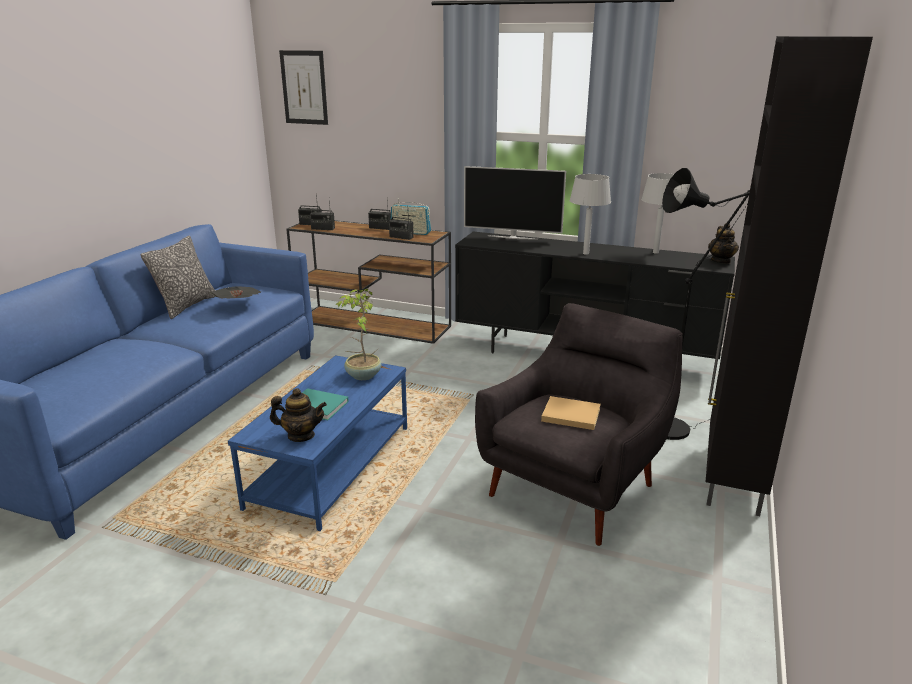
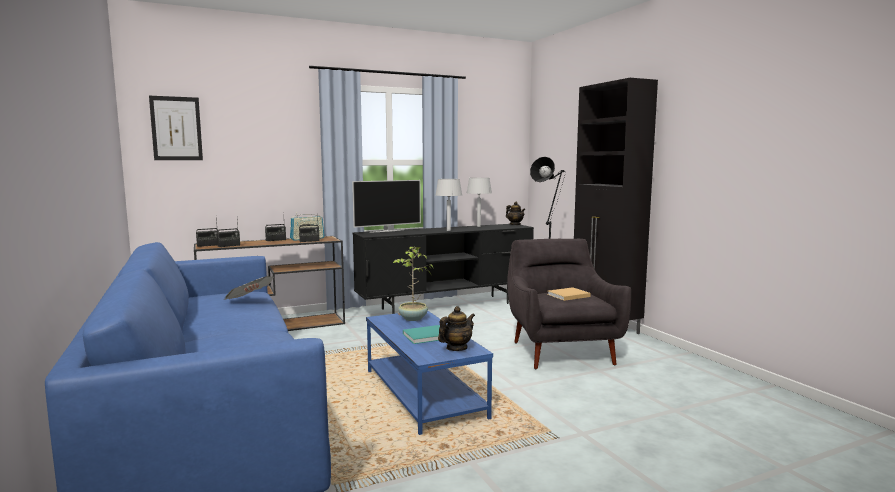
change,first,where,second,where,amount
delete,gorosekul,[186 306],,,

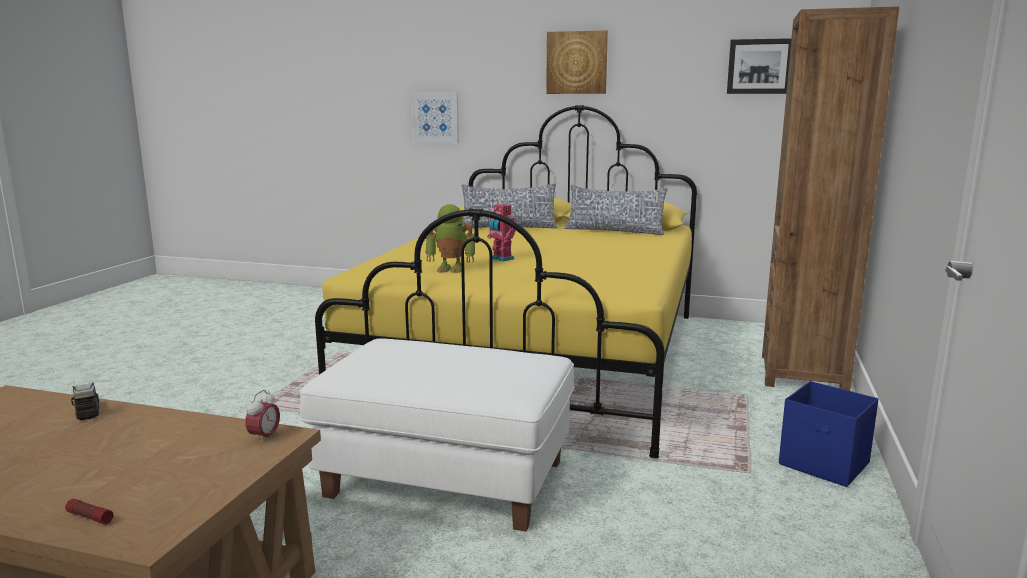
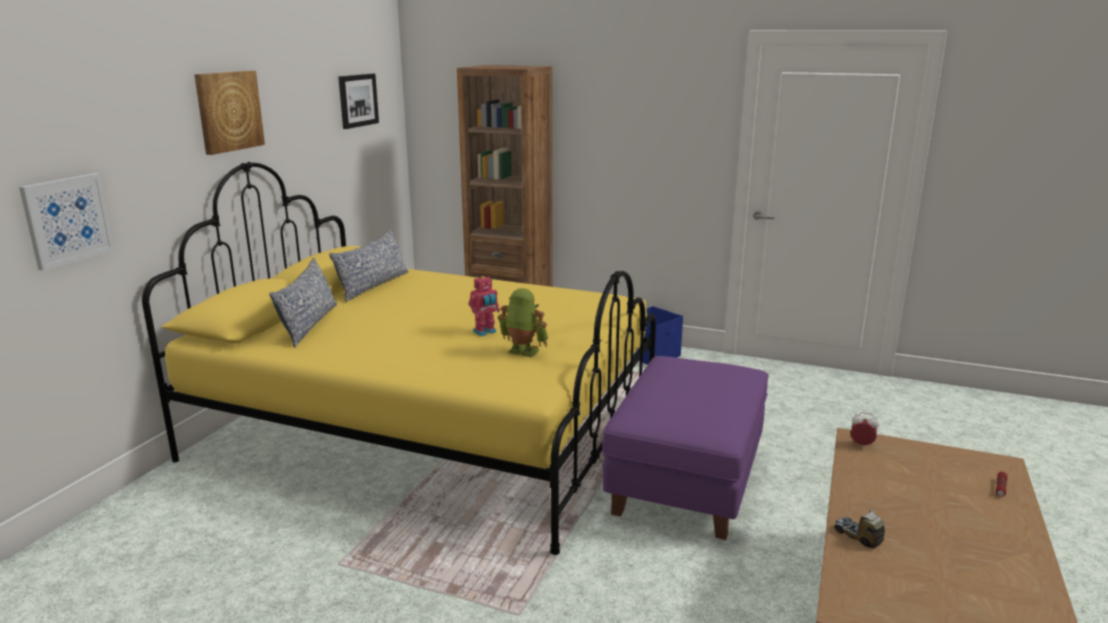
change,first,where,second,where,amount
rotate,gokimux,[451 269],,[522 352],75 degrees counterclockwise
recolor,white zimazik,[448 478],purple zimazik,[686 480],
rotate,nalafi,[87 411],,[857 536],75 degrees clockwise

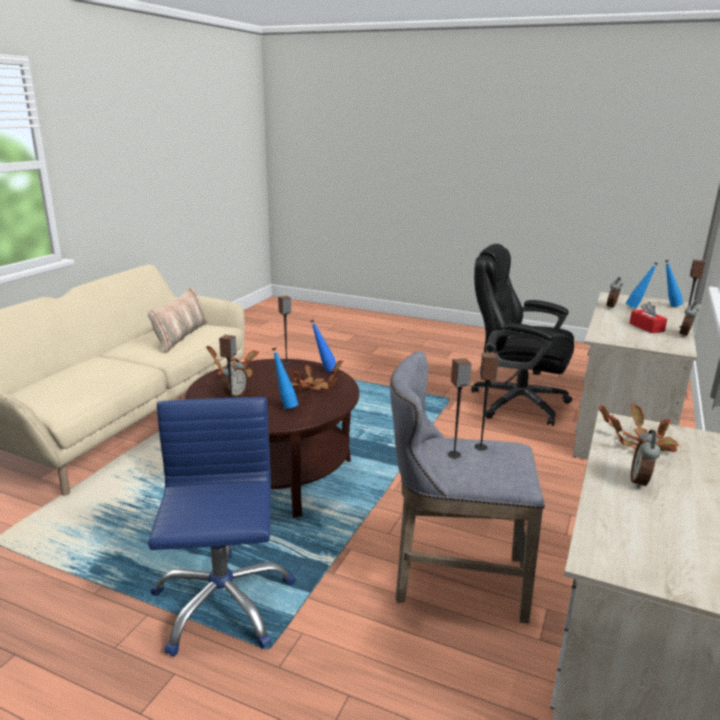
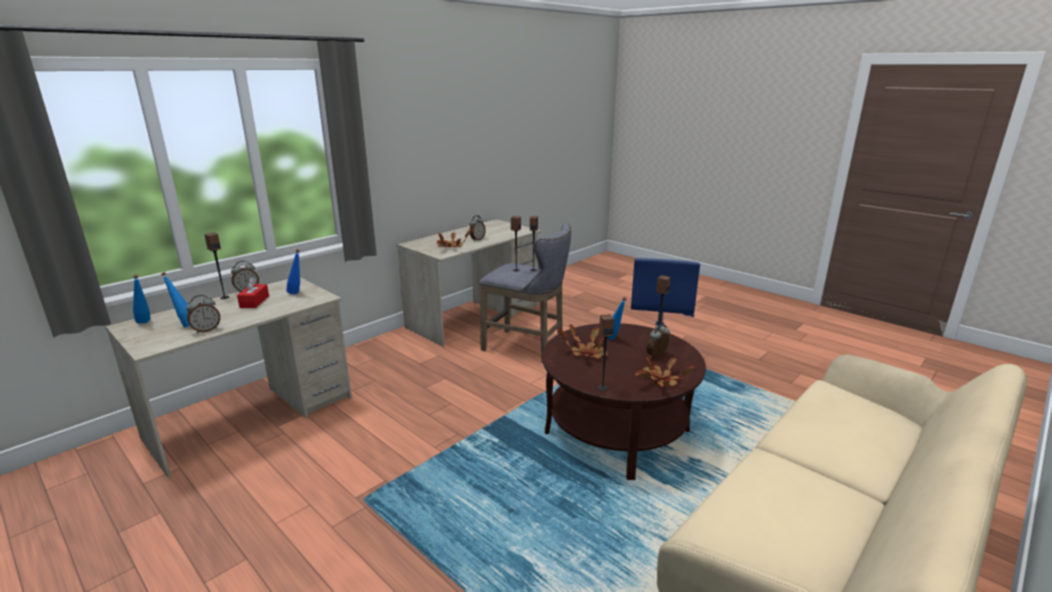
change,first,where,second,where,amount
move,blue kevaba,[324 370],,[297 294],
delete,gorosekul,[181 336],,,
delete,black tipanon,[516 402],,,

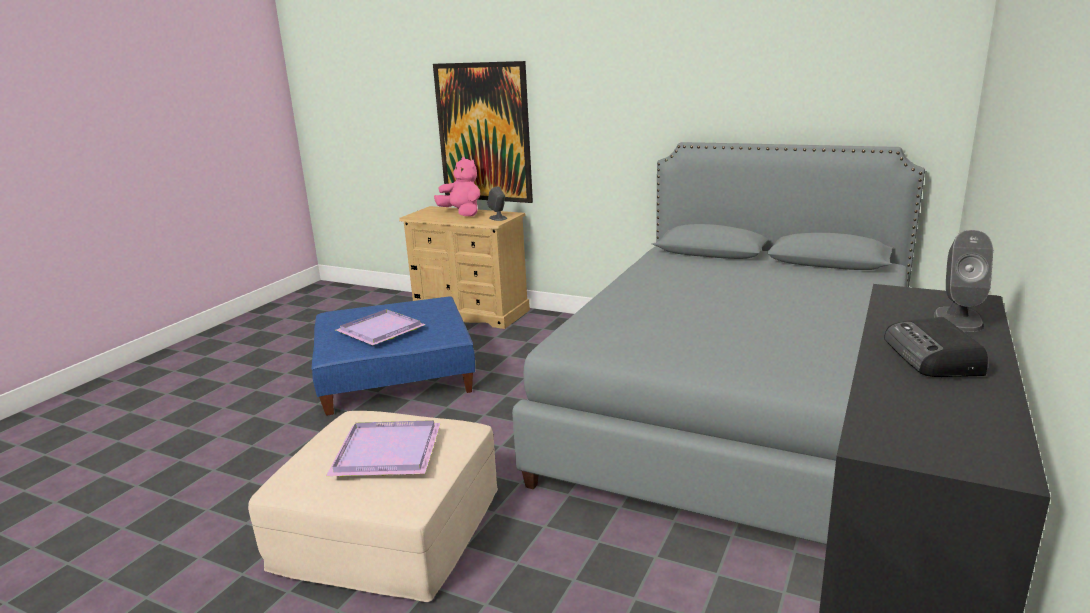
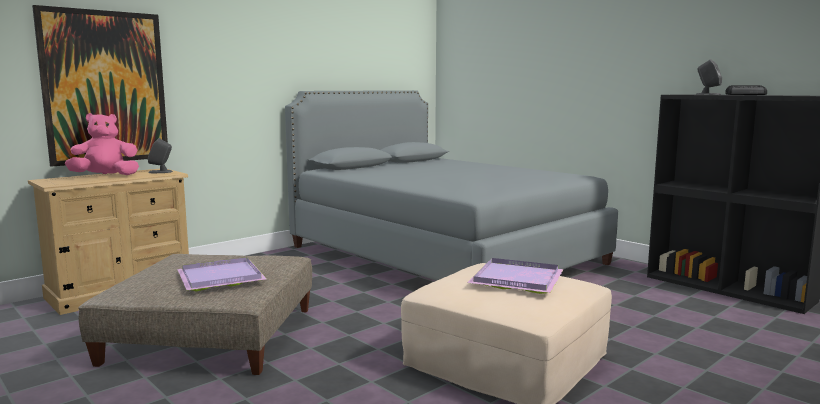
change,first,where,second,where,amount
recolor,blue zimazik,[395 374],beige zimazik,[212 335],

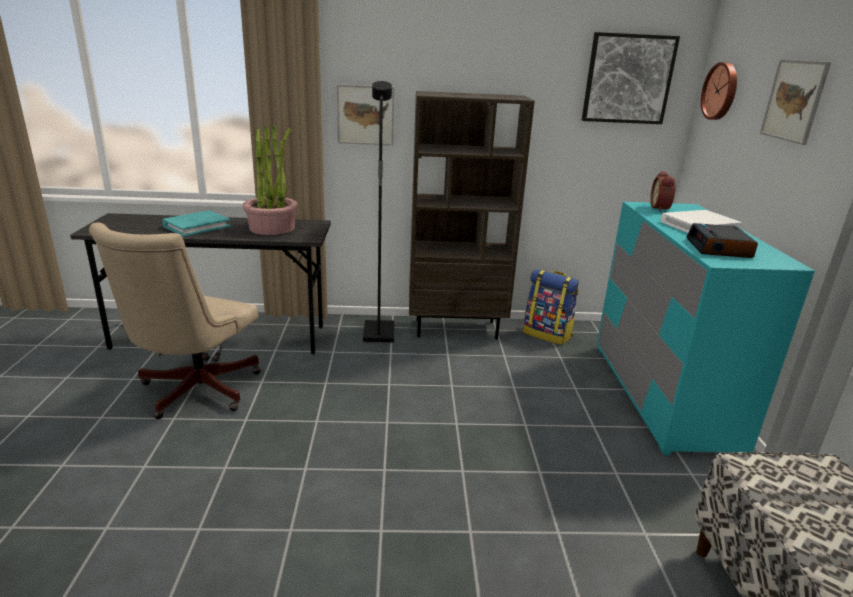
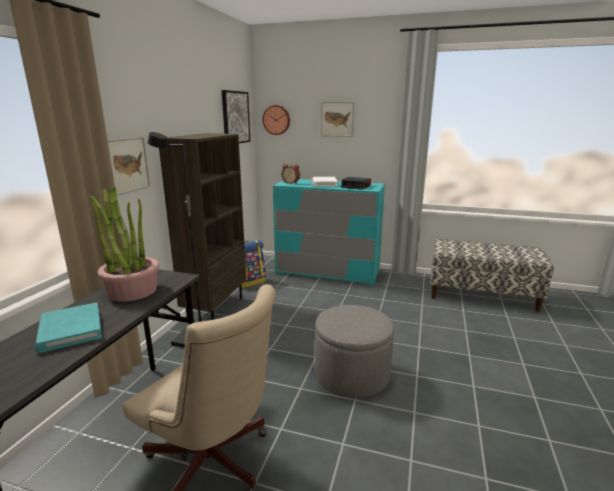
change,first,where,second,where,amount
insert,,,grey zimazik,[352 374],

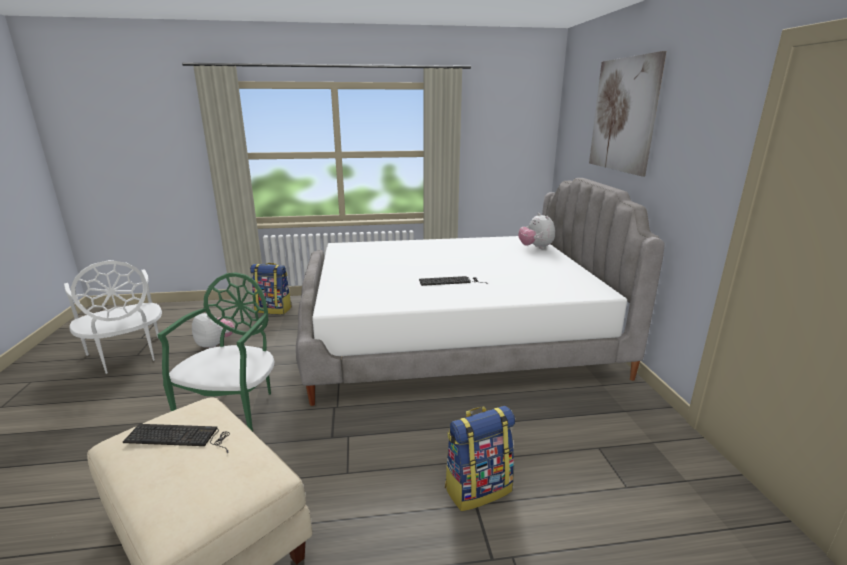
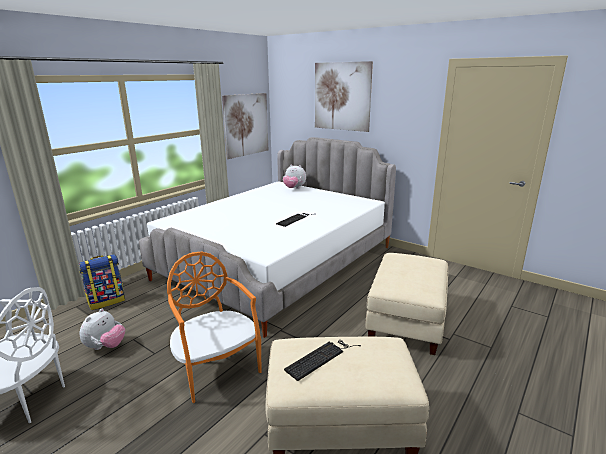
change,first,where,second,where,amount
rotate,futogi,[215 345],,[105 346],120 degrees clockwise
recolor,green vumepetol,[233 408],orange vumepetol,[216 368],
insert,,,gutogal,[246 125],
replace,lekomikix,[478 488],beige zimazik,[405 320],

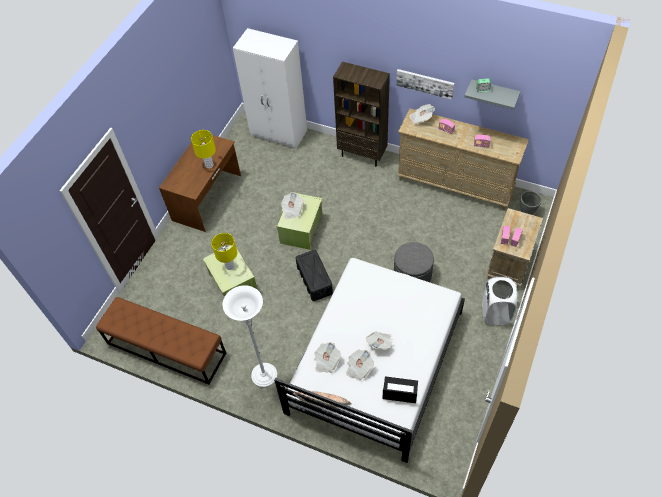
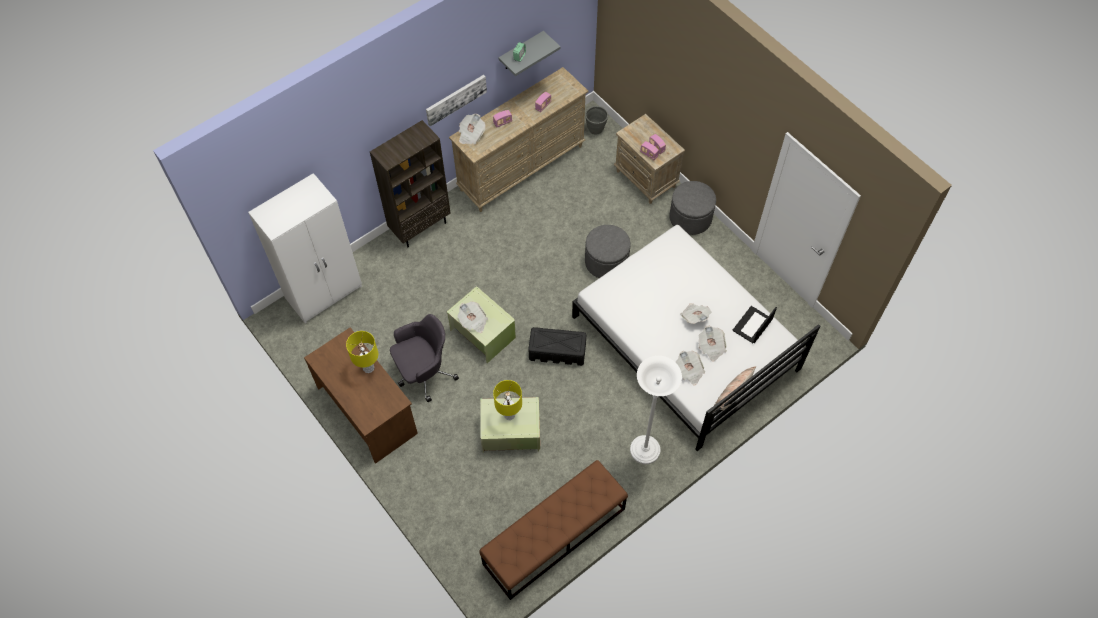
change,first,where,second,where,amount
insert,,,grey tipanon,[424 372],
replace,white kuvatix,[495 312],grey zimazik,[690 218],

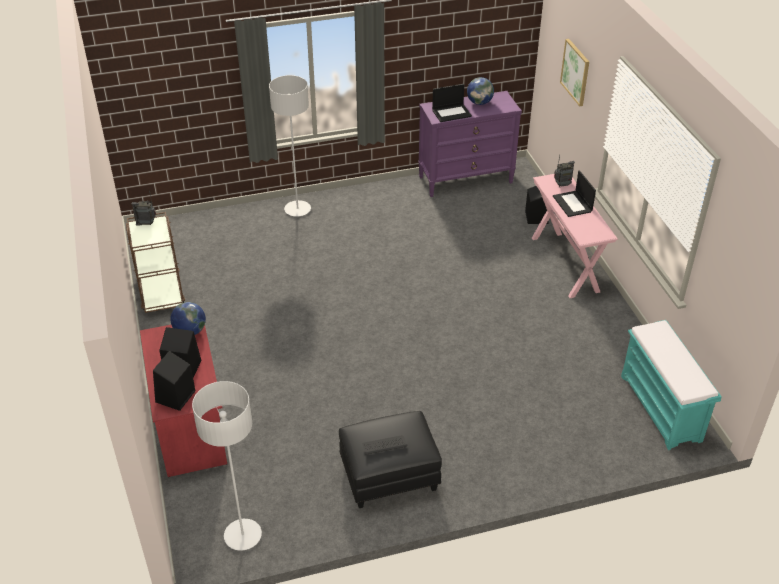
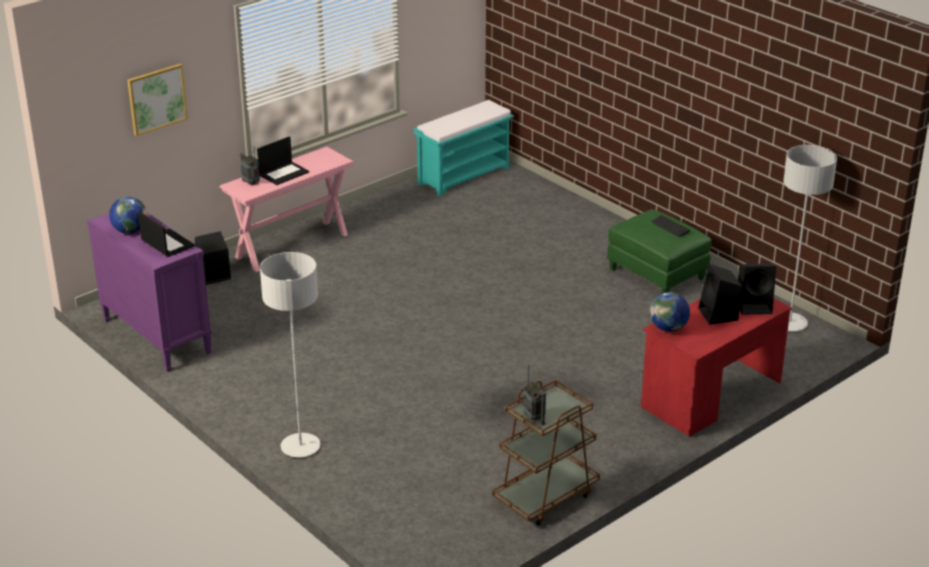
change,first,where,second,where,amount
recolor,black zimazik,[388 476],green zimazik,[658 274],

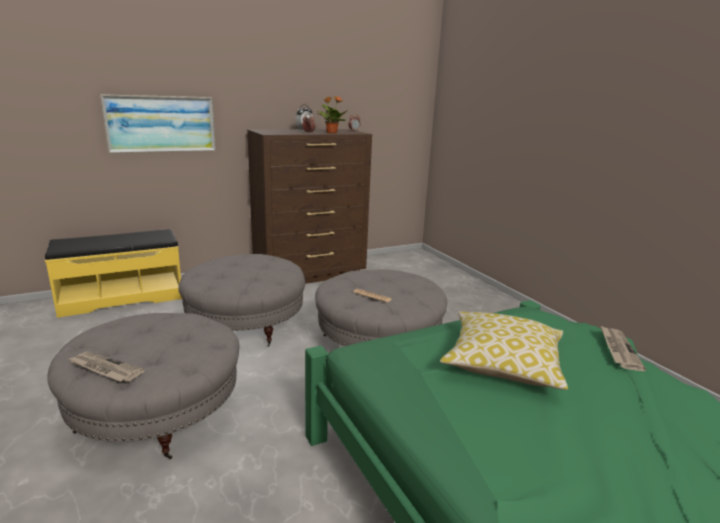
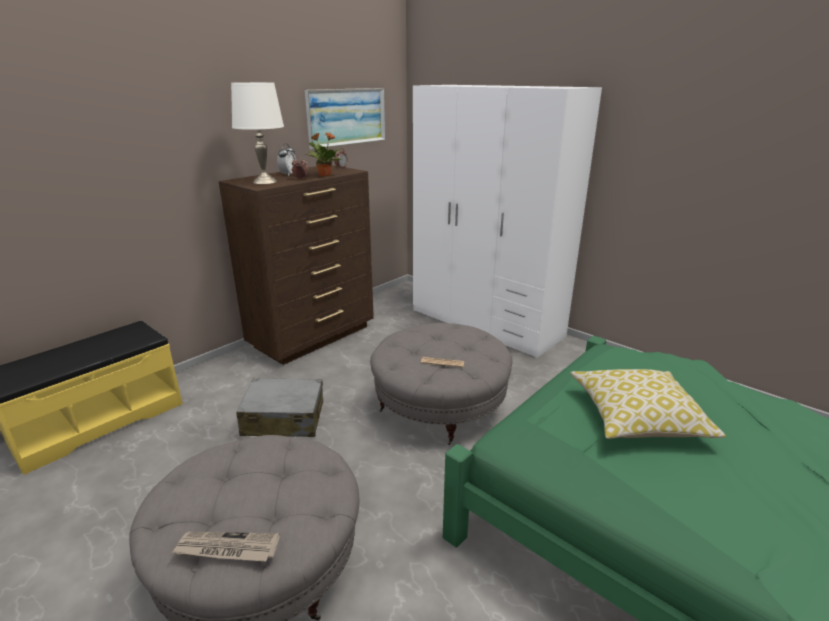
change,first,where,second,where,amount
insert,,,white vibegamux,[265 181],
replace,grey zimazik,[245 324],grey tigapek,[283 419],
move,gutogal,[161 124],,[347 117],
insert,,,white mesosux,[486 323],
delete,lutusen,[618 349],,,

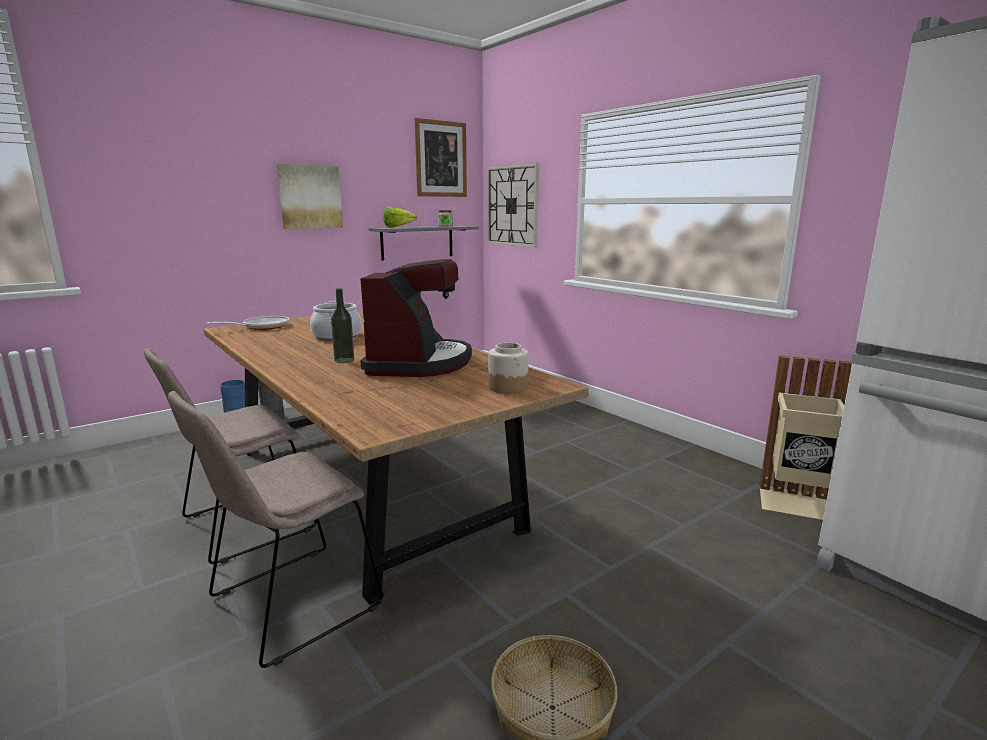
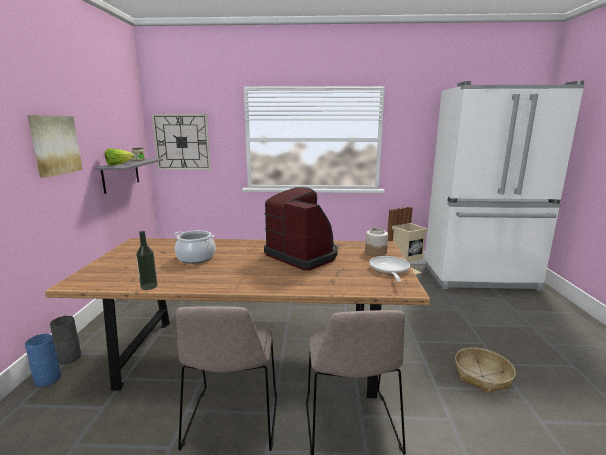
change,first,where,second,where,amount
move,kevaba,[344 360],,[149 286],
move,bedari,[262 327],,[389 270],
delete,gutogal,[441 159],,,

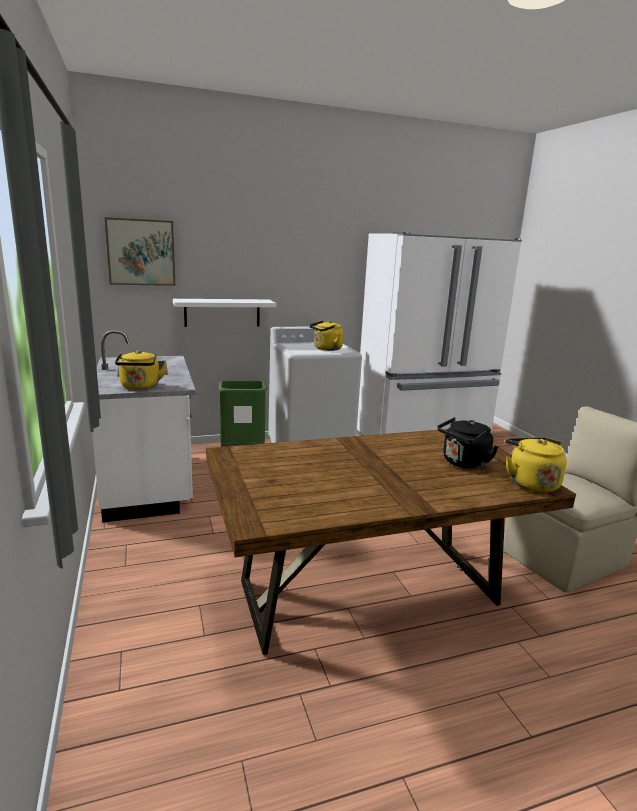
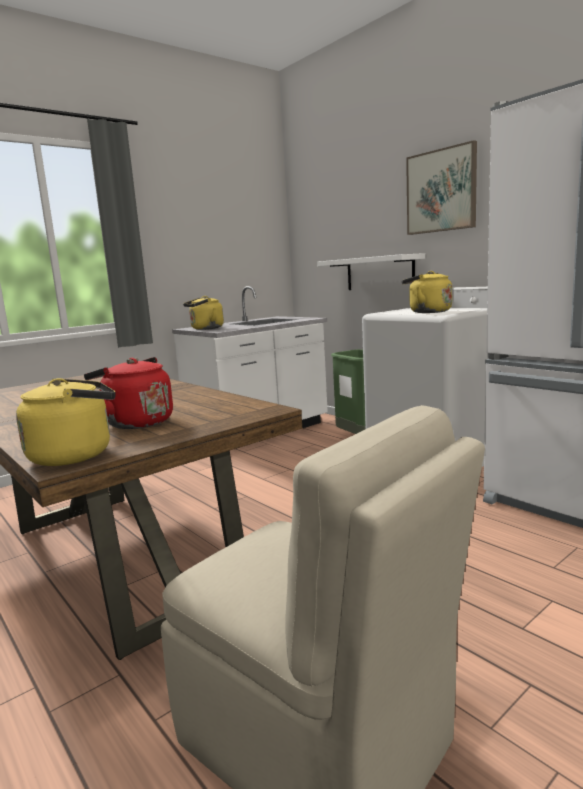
change,first,where,second,where,amount
recolor,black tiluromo,[463 463],red tiluromo,[135 422],
move,gutogal,[141 252],,[441 191],

